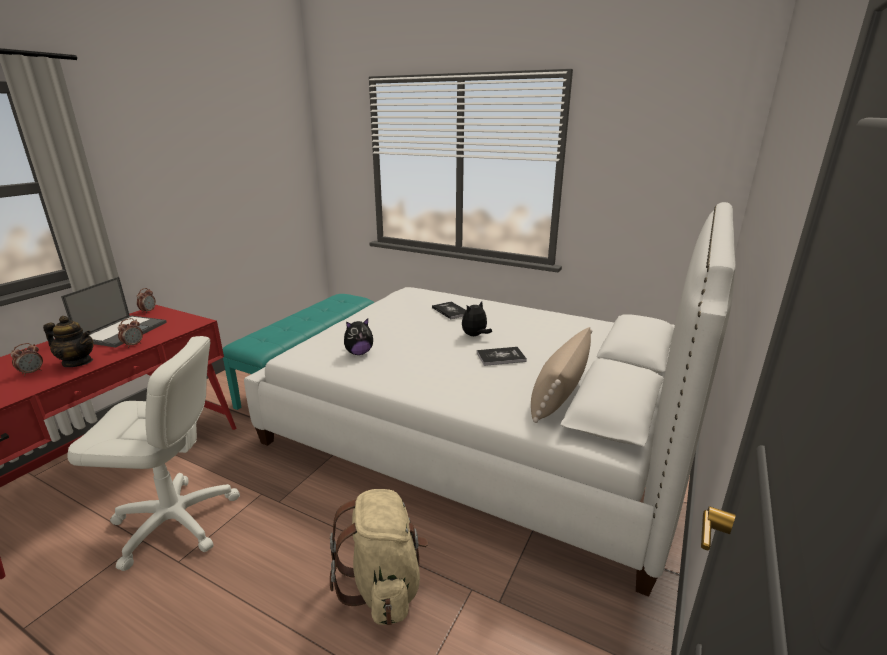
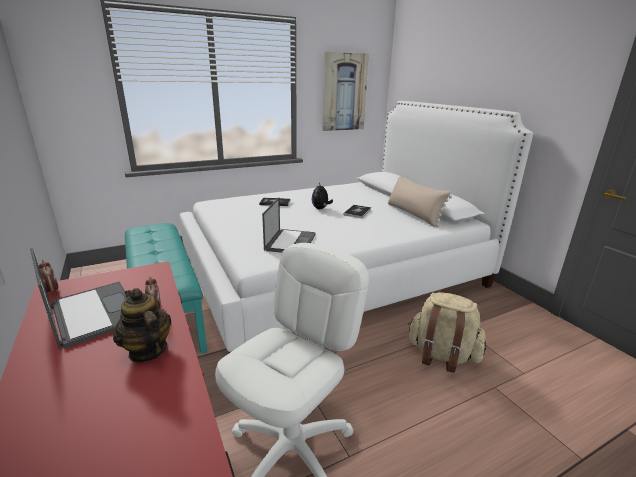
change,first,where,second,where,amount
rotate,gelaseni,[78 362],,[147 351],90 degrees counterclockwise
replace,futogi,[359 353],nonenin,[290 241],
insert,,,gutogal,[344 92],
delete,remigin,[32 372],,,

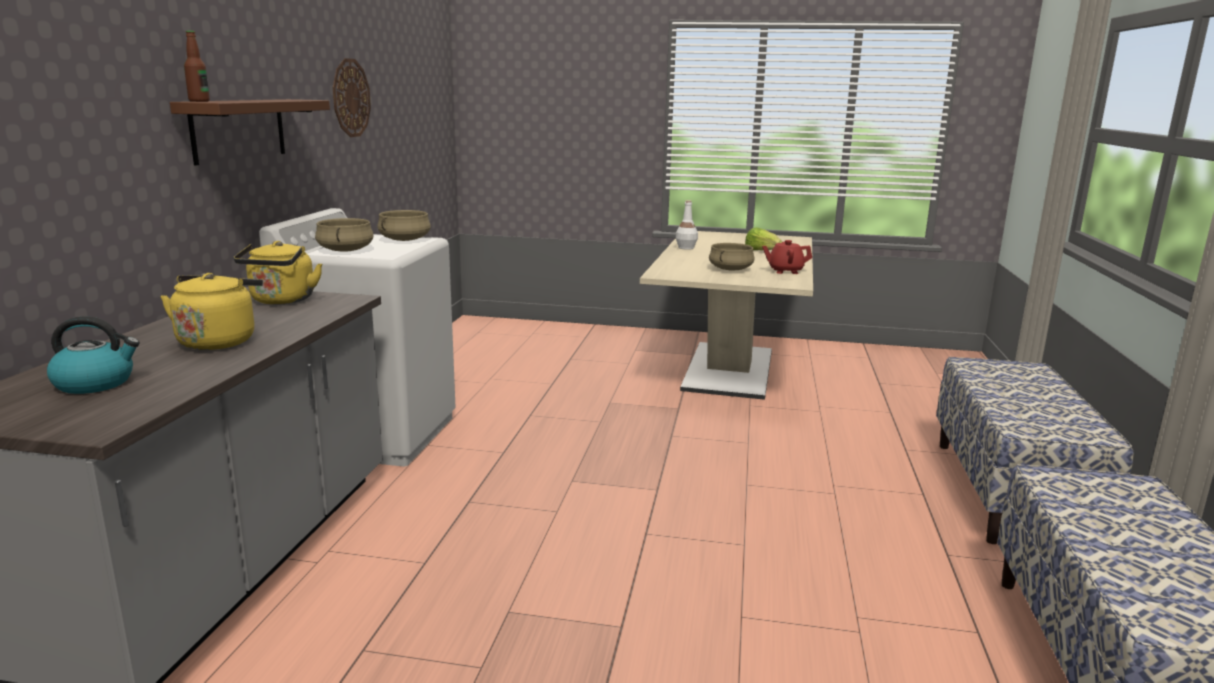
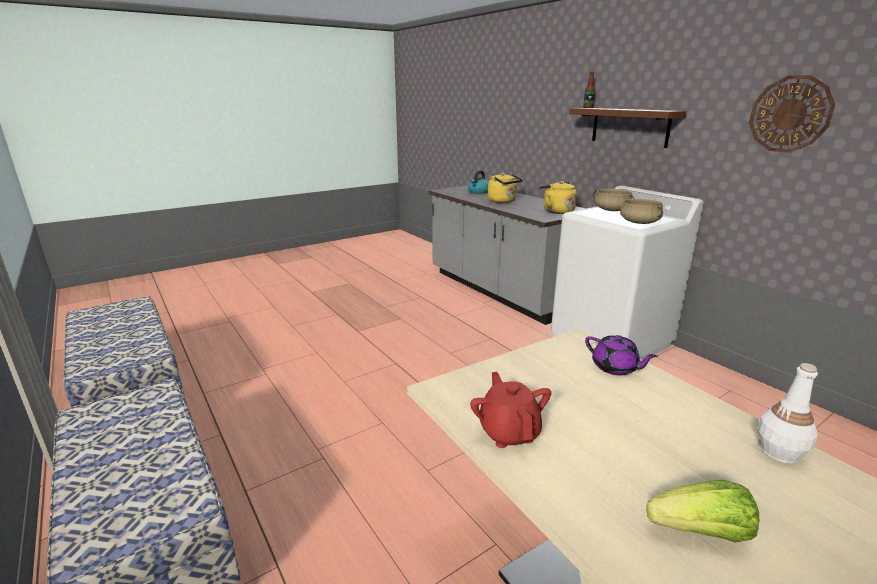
change,first,where,second,where,amount
rotate,red gelaseni,[785 271],,[509 432],60 degrees counterclockwise
insert,,,purple gelaseni,[615 368],
delete,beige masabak,[731 269],,,

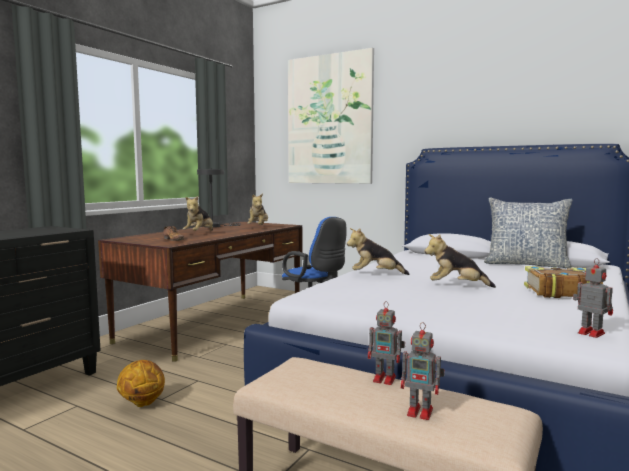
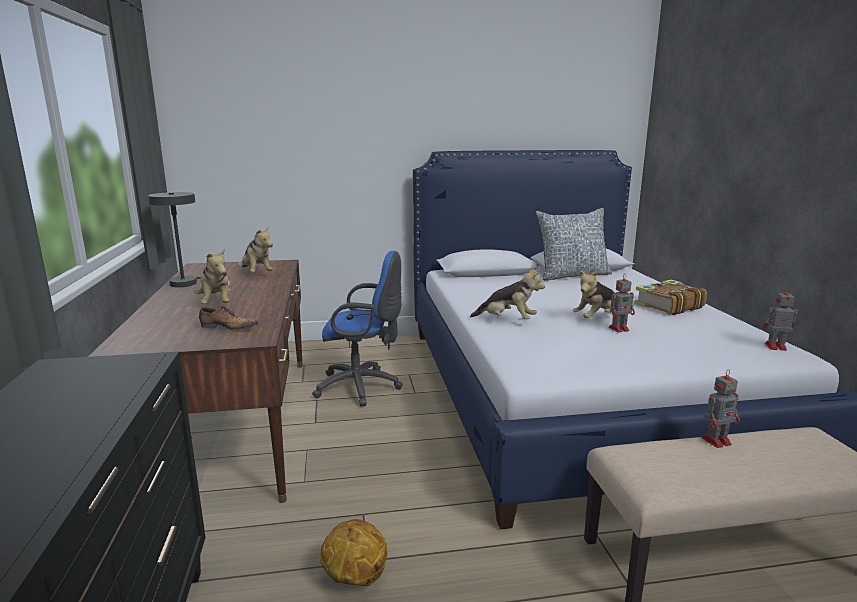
change,first,where,second,where,amount
rotate,futogi,[375 275],,[507 320],120 degrees counterclockwise
move,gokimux,[421 412],,[619 329],
delete,gutogal,[329 120],,,

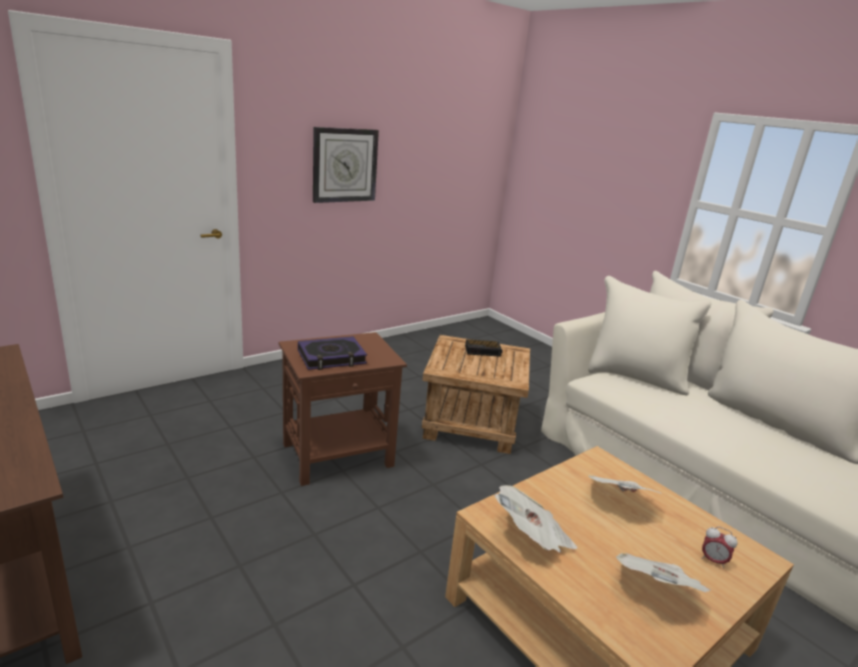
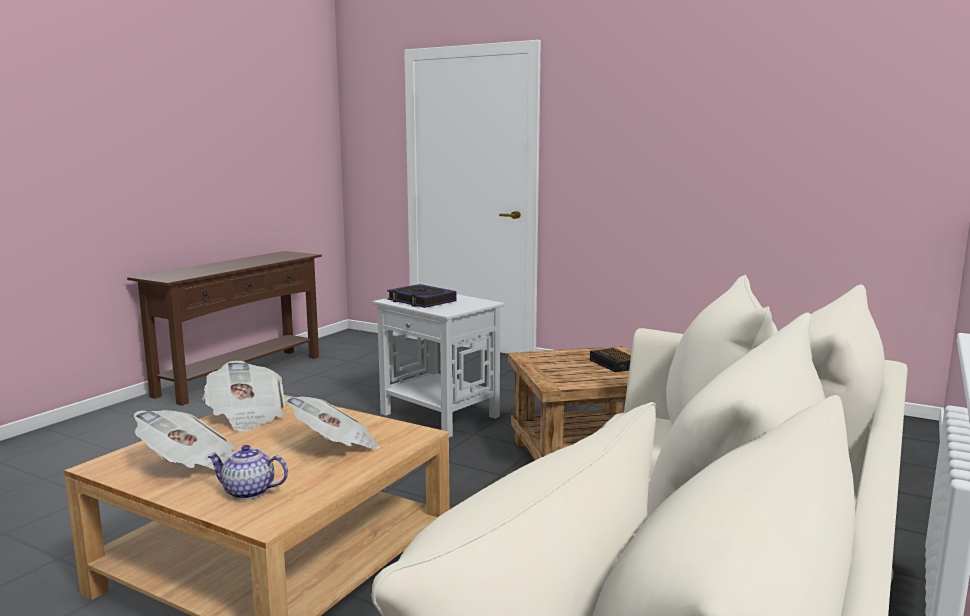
change,first,where,second,where,amount
replace,remigin,[713 561],gelaseni,[248 492],
recolor,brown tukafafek,[339 454],white tukafafek,[440 415],
delete,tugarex,[344 165],,,

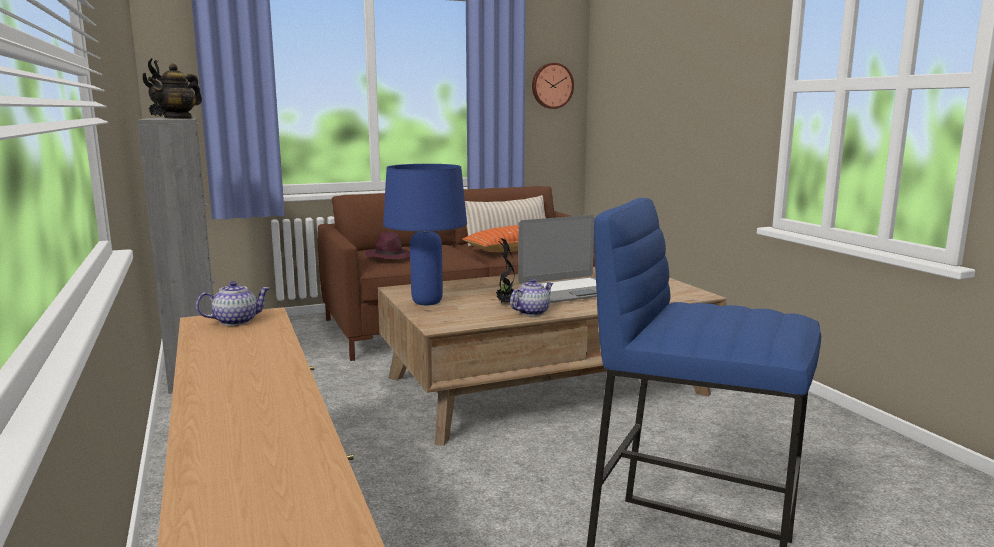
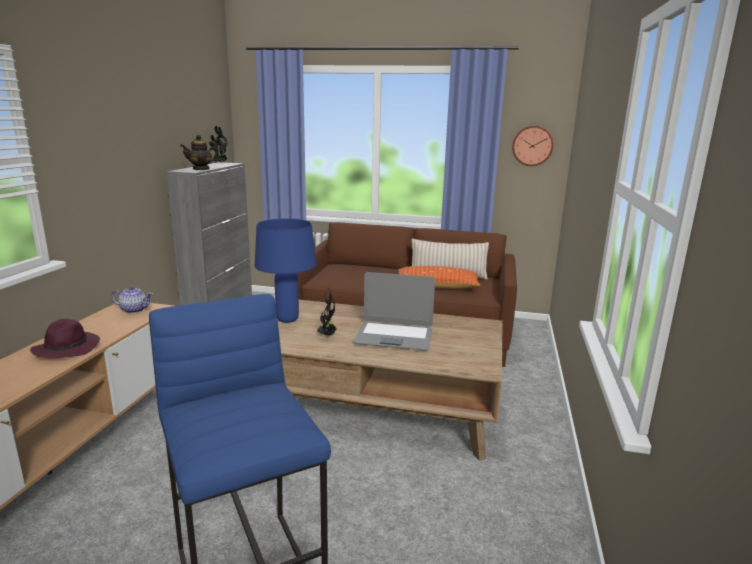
change,first,where,second,where,amount
move,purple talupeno,[388 258],,[67 348],
delete,gelaseni,[531 312],,,

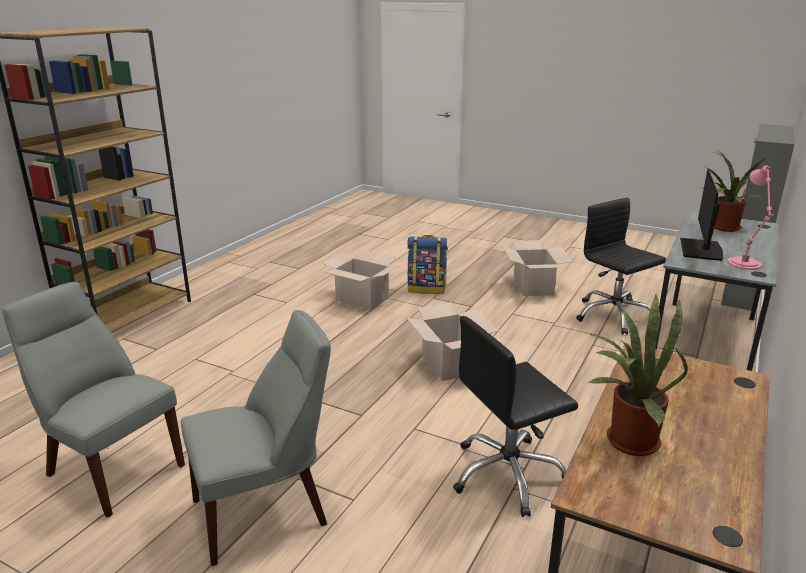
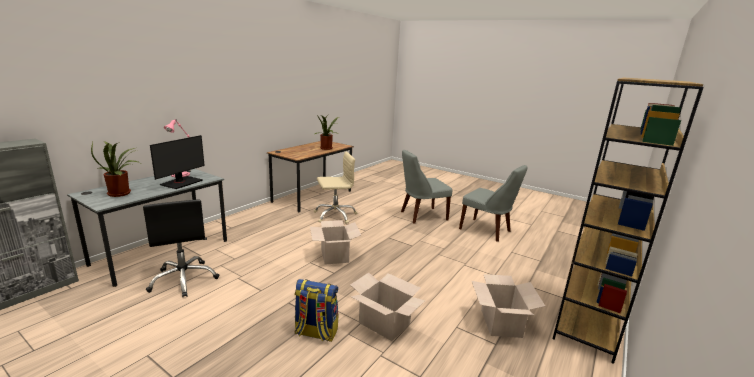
change,first,where,second,where,amount
recolor,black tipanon,[508 474],beige tipanon,[335 215],
move,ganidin,[532 287],,[501 323],

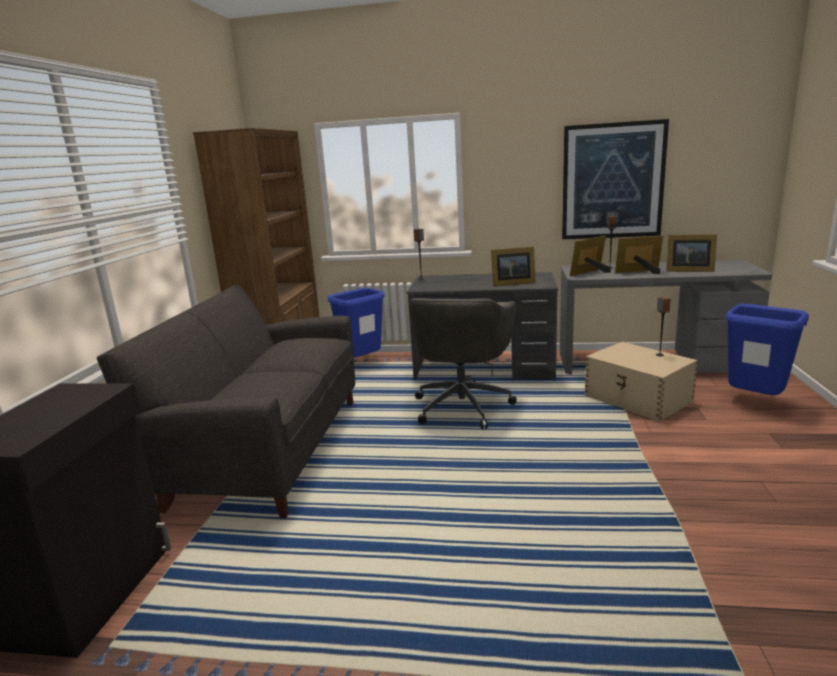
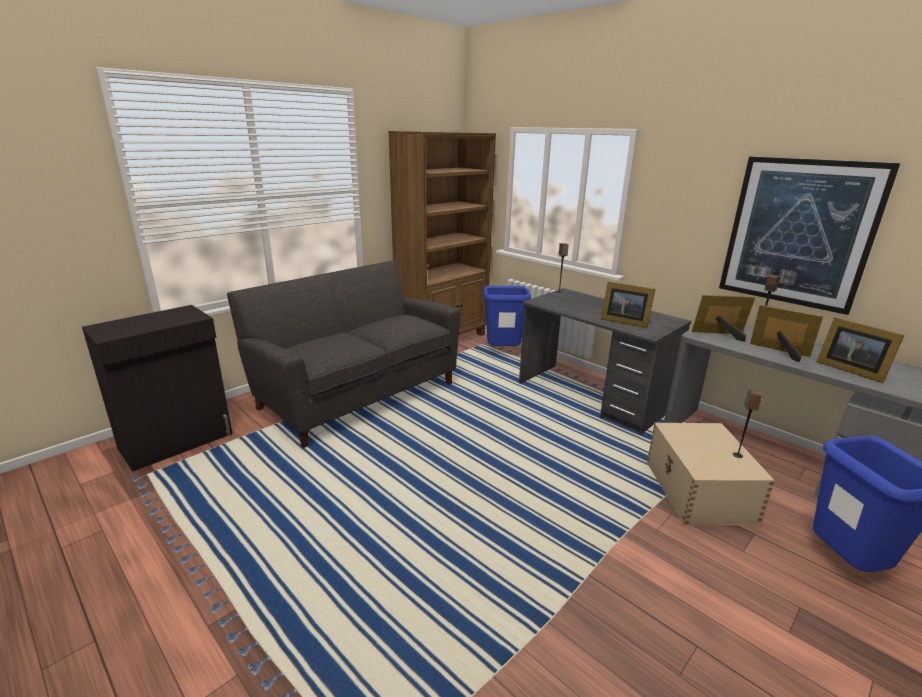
change,first,where,second,where,amount
delete,grey tipanon,[463 405],,,

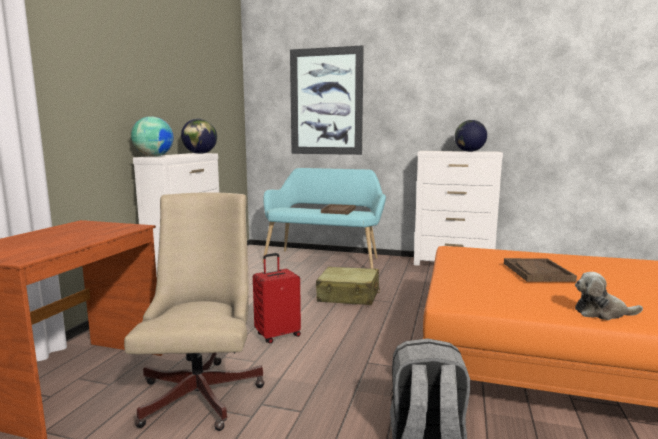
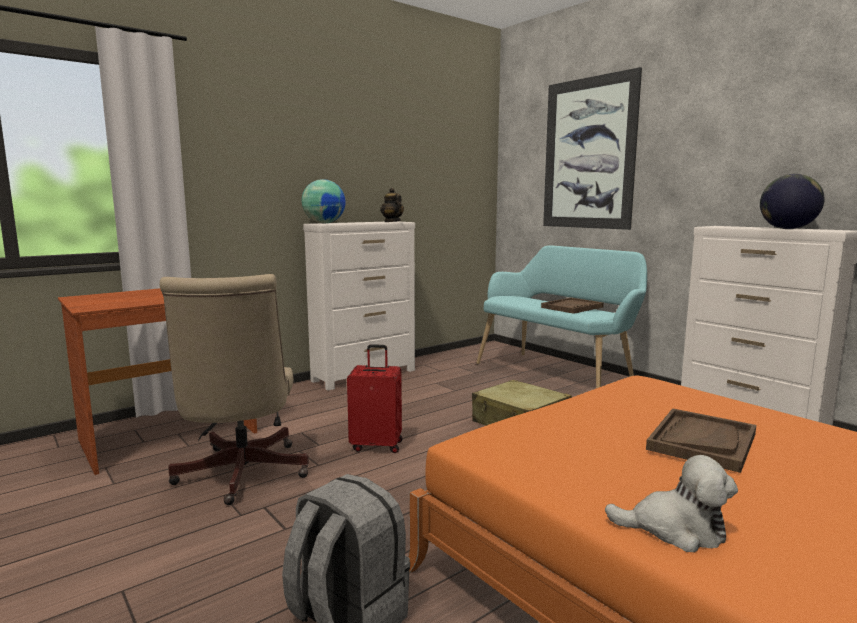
change,first,where,second,where,amount
rotate,beige tipanon,[203 390],,[240 476],135 degrees clockwise
replace,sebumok,[200 153],gelaseni,[392 222],
rotate,futogi,[602 313],,[675 530],150 degrees clockwise

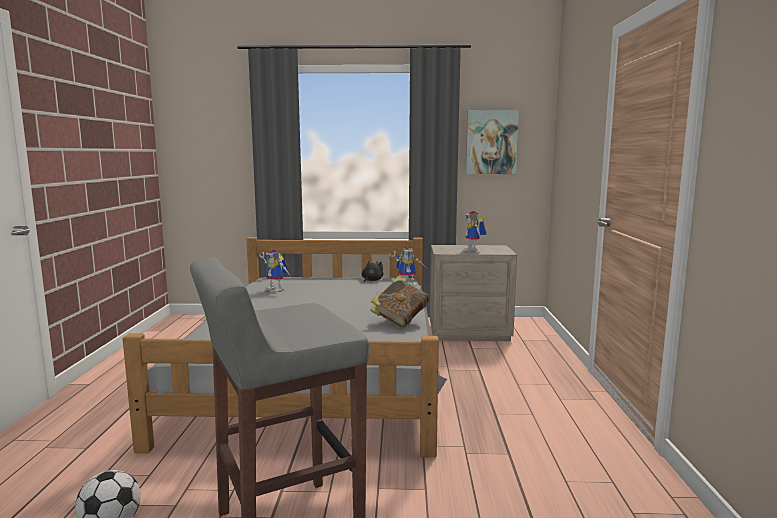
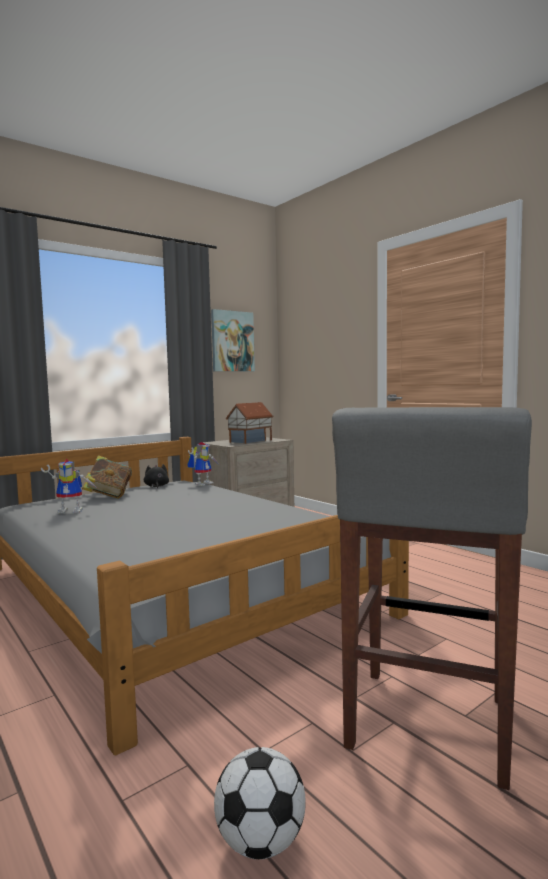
change,first,where,second,where,amount
move,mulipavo,[400 321],,[109 495],
replace,gokimux,[474 250],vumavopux,[251 441],

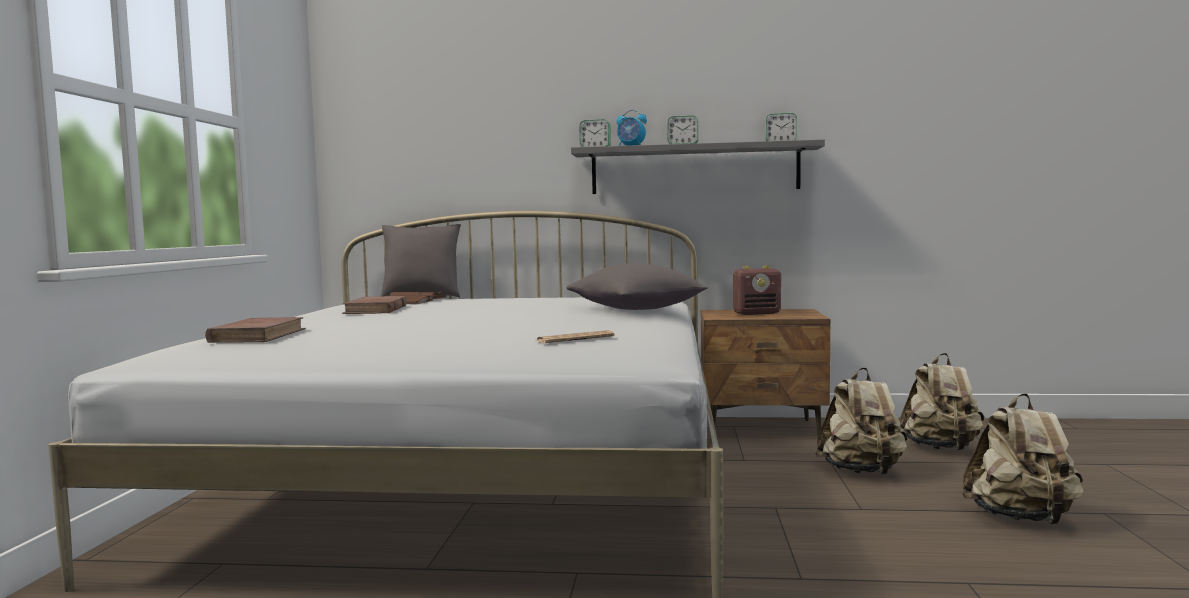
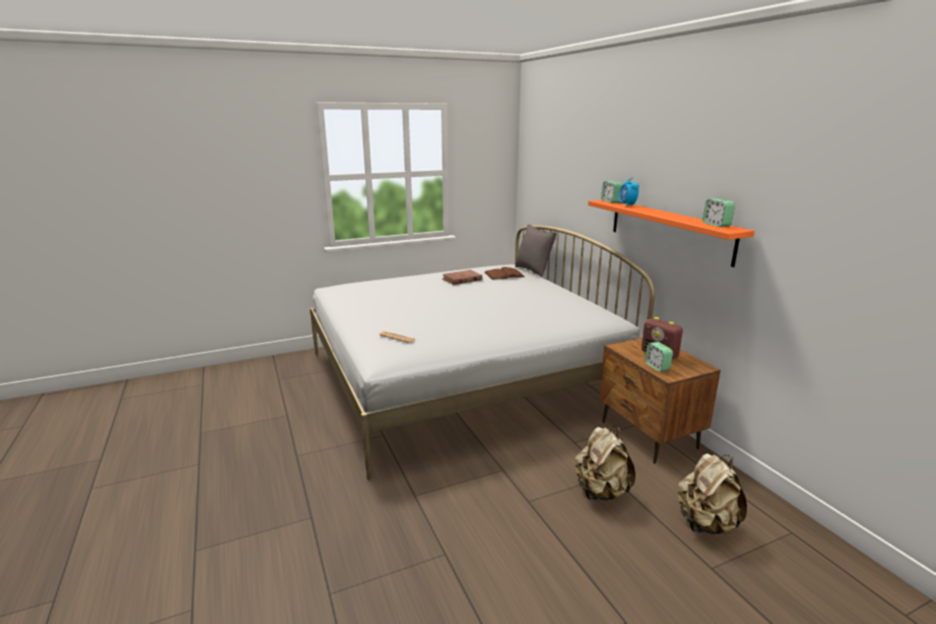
change,first,where,second,where,amount
recolor,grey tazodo,[694 169],orange tazodo,[668 230],
move,remigin,[683 145],,[657 367],
delete,brown mulipavo,[258 336],,,
delete,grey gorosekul,[636 310],,,
delete,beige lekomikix,[1021 518],,,

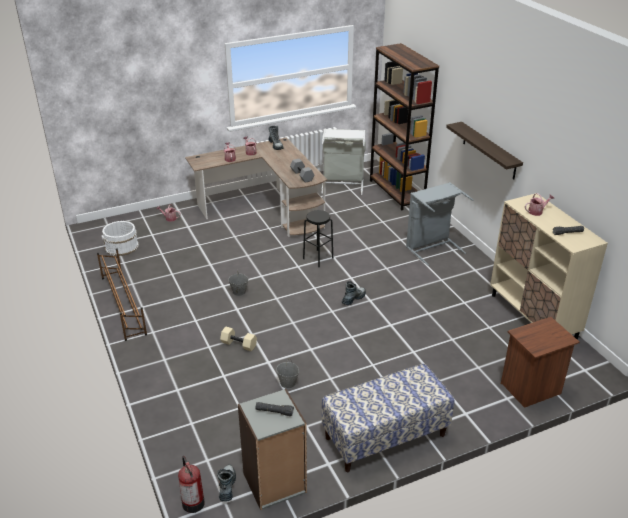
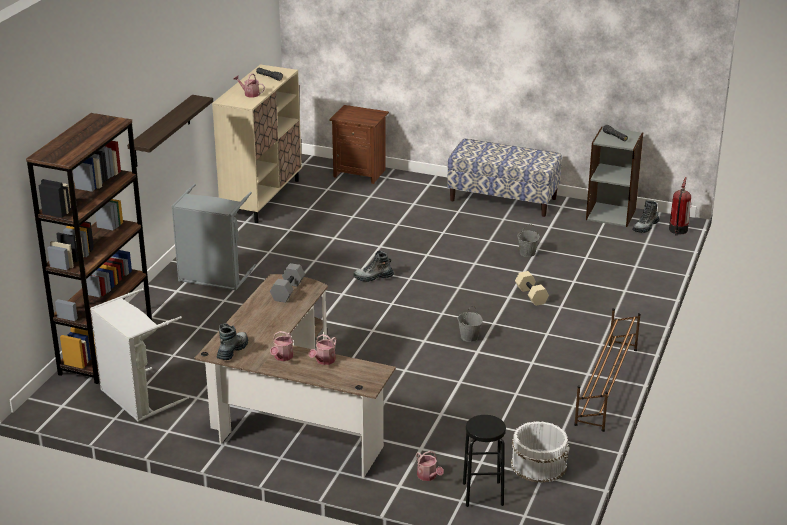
change,first,where,second,where,amount
move,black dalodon,[318 258],,[483 494],

